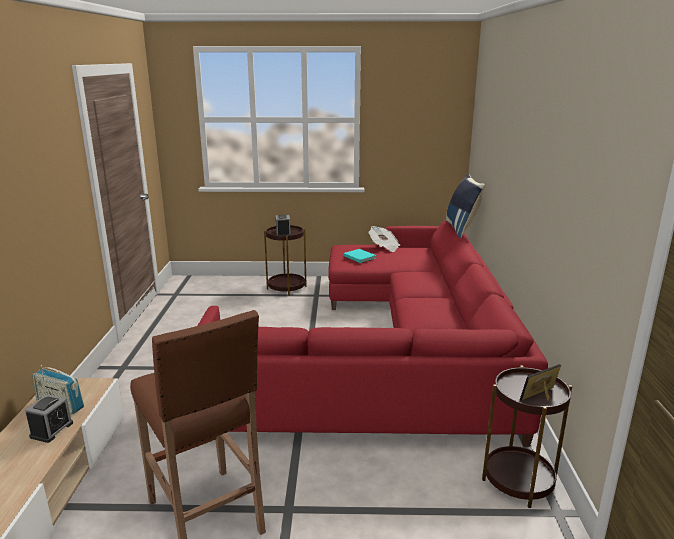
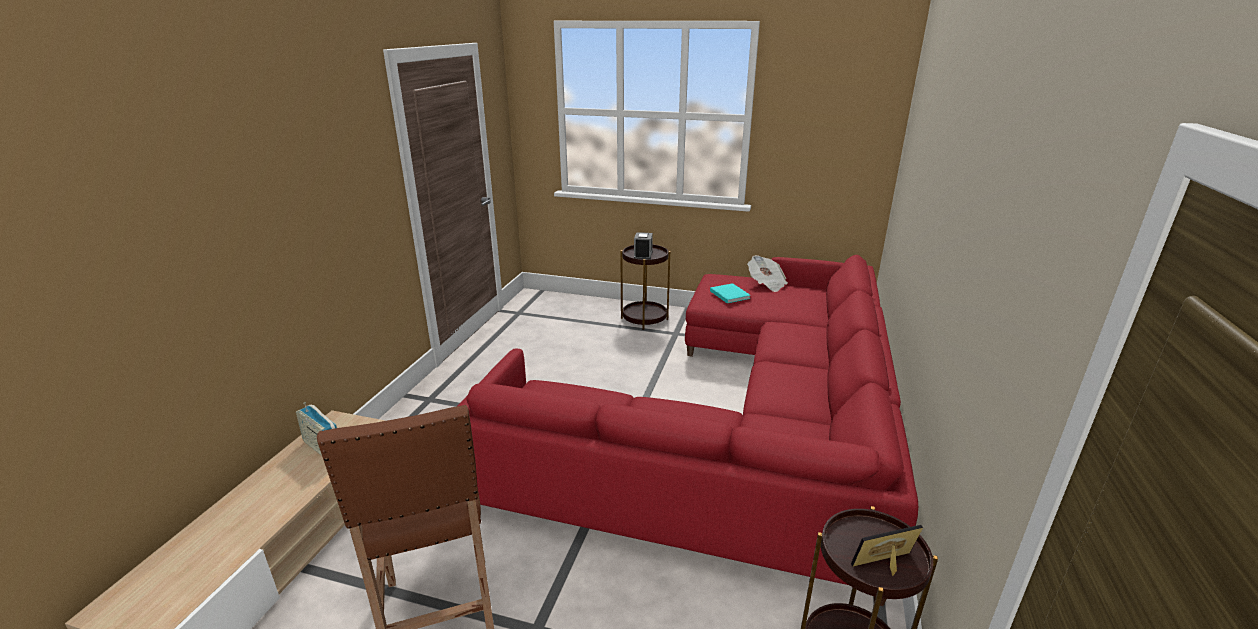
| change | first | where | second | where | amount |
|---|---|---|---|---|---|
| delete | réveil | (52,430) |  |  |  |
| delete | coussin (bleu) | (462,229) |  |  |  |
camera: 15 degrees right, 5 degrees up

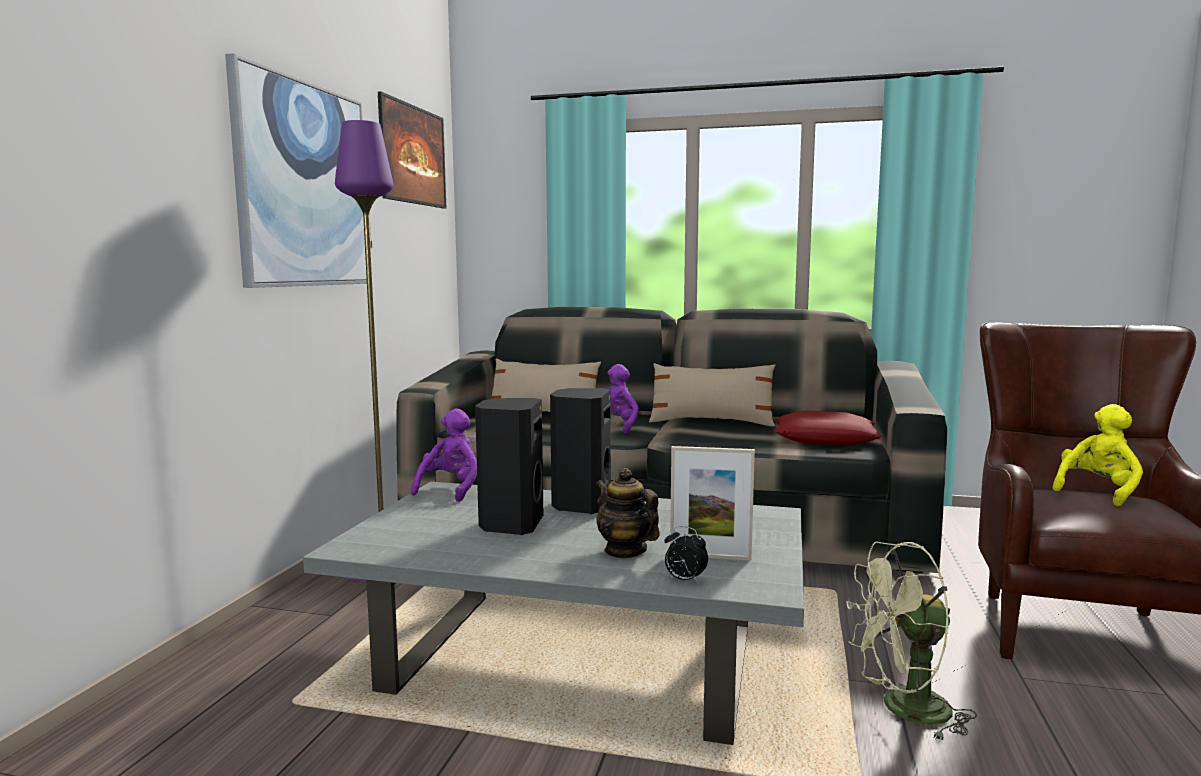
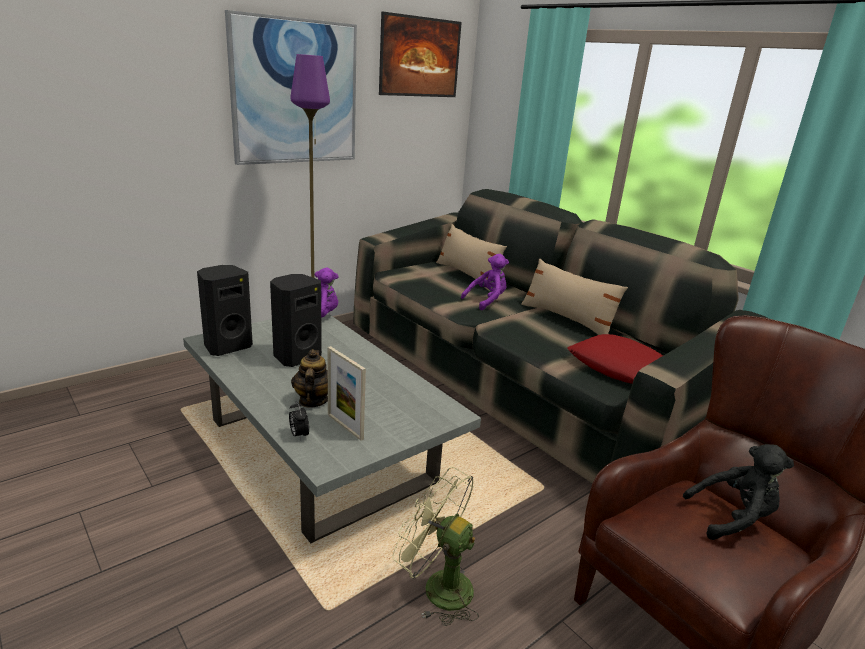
| change | first | where | second | where | amount |
|---|---|---|---|---|---|
| move | enceinte (noir) | (580,505) |  | (227,346) |  |
| recolor | peluche (jaune) | (1097,492) | peluche (noir) | (732,518) |  |
camera: 35 degrees right, 15 degrees up

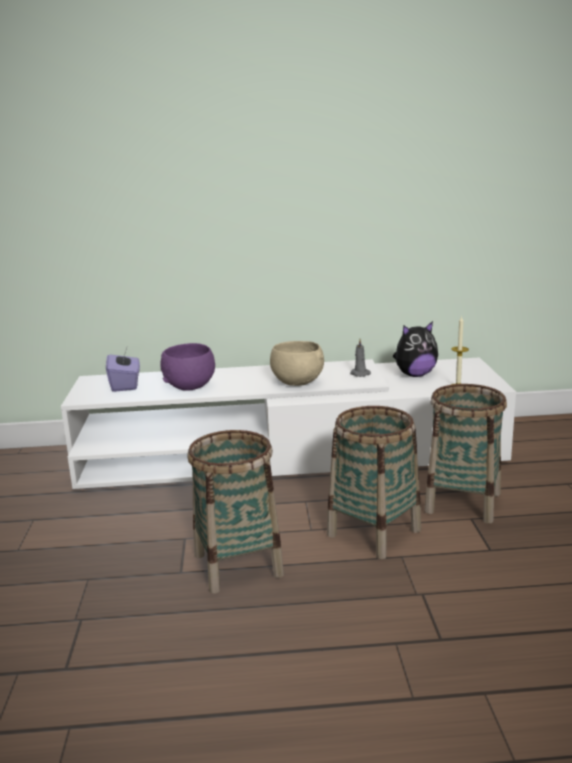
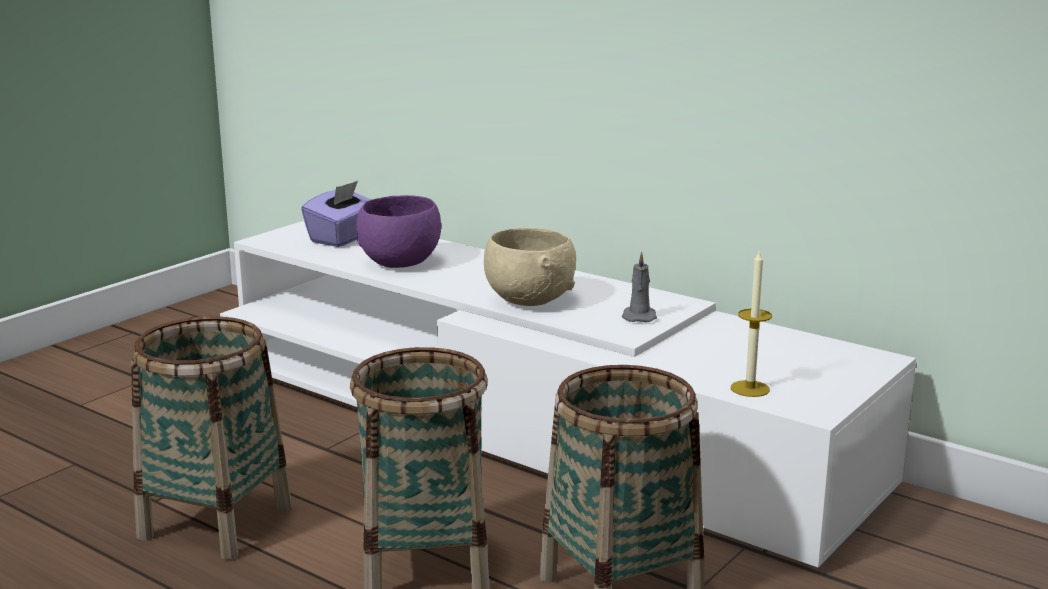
| change | first | where | second | where | amount |
|---|---|---|---|---|---|
| delete | peluche | (414,375) |  |  |  |
camera: 40 degrees right, 0 degrees up

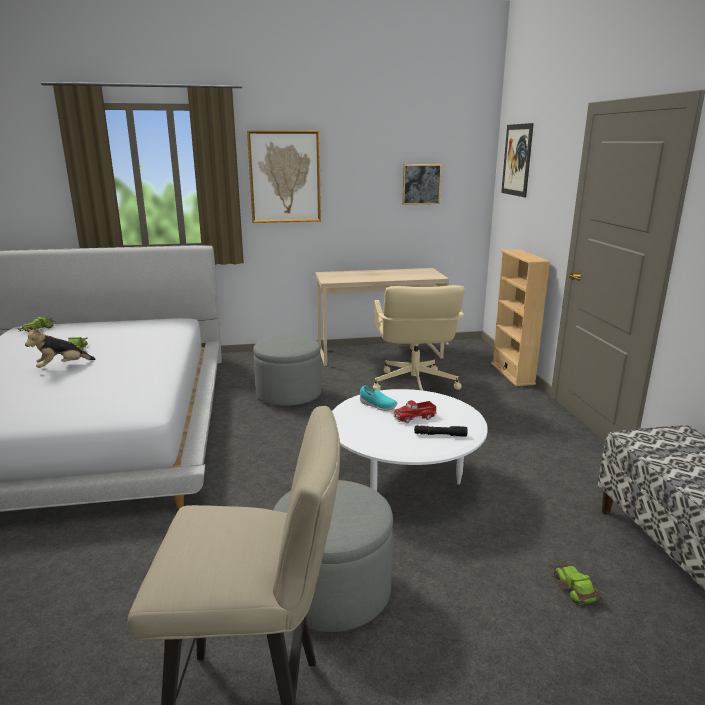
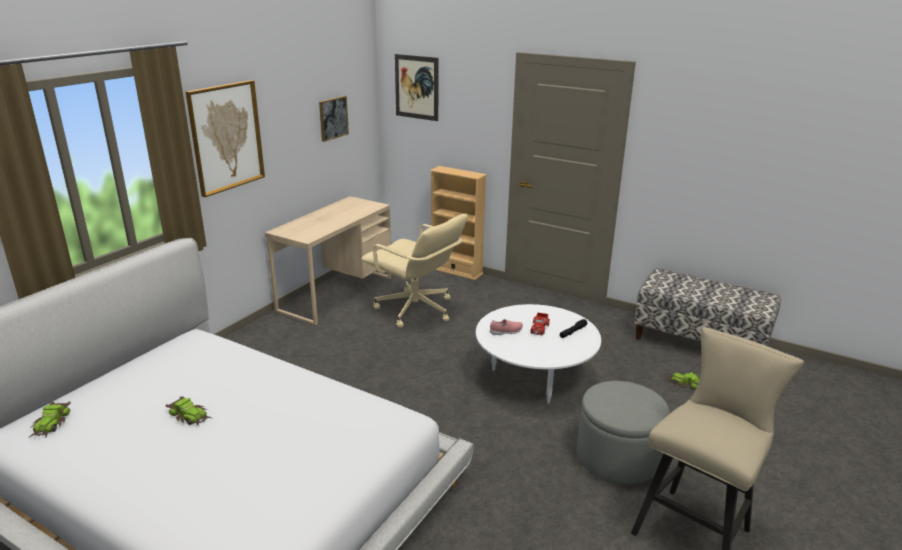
| change | first | where | second | where | amount |
|---|---|---|---|---|---|
| recolor | chaussure (turquoise) | (377,406) | chaussure (rose) | (506,332) |  |
| delete | peluche | (62,367) |  |  |  |
| delete | pouf (gris) | (289,394) |  |  |  |
camera: 50 degrees left, 5 degrees up

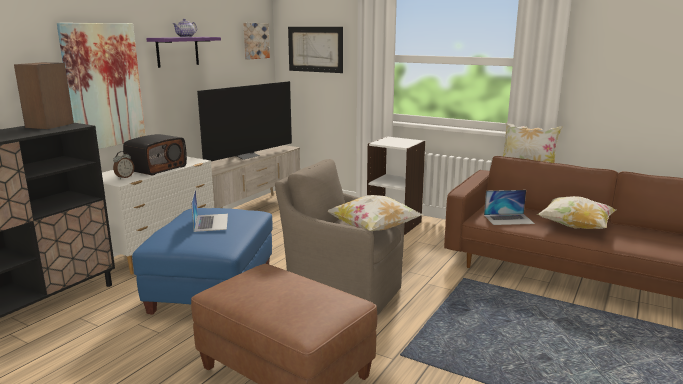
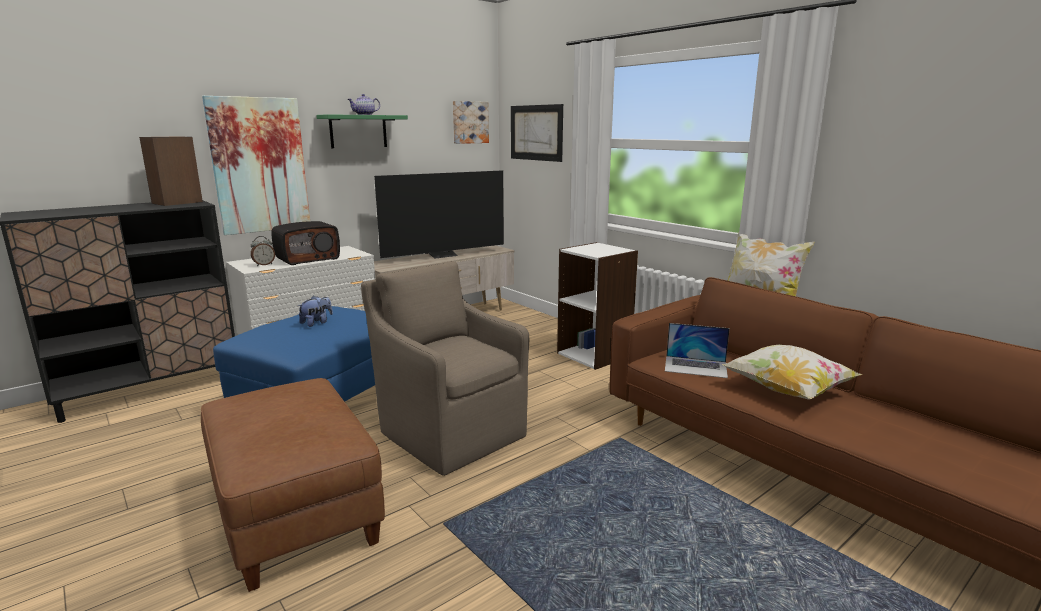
| change | first | where | second | where | amount |
|---|---|---|---|---|---|
| replace | ordinateur portable | (211,222) | peluche | (317,323) |  |
| recolor | étagère (violet) | (177,51) | étagère (vert) | (358,131) |  |
| delete | coussin | (374,229) |  |  |  |
camera: 20 degrees right, 0 degrees up

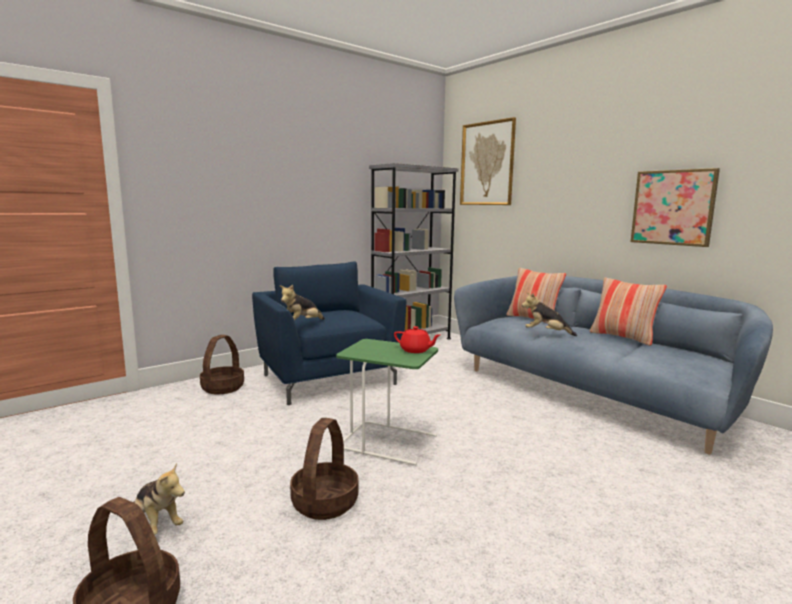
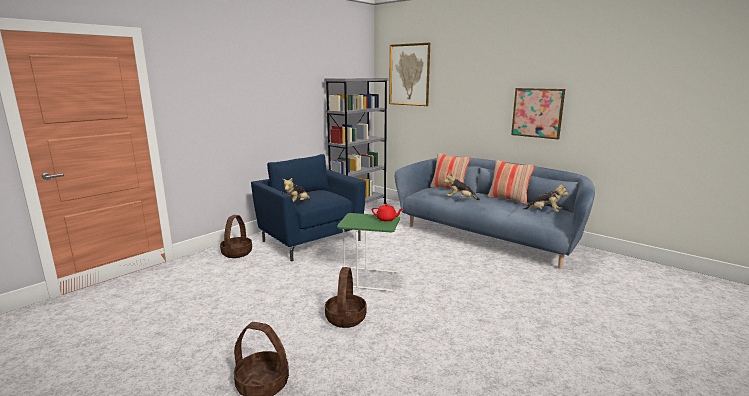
| change | first | where | second | where | amount |
|---|---|---|---|---|---|
| move | peluche | (156,524) |  | (544,212) |  |
camera: 10 degrees left, 5 degrees up

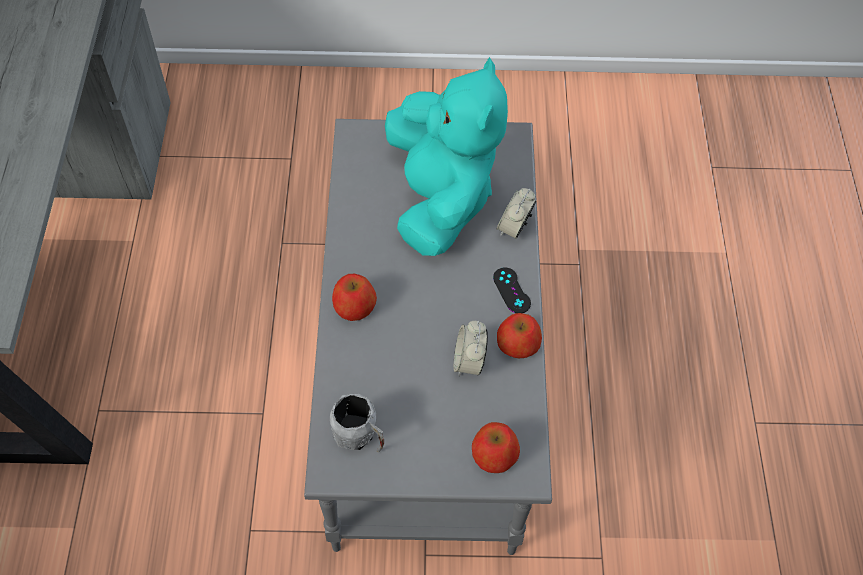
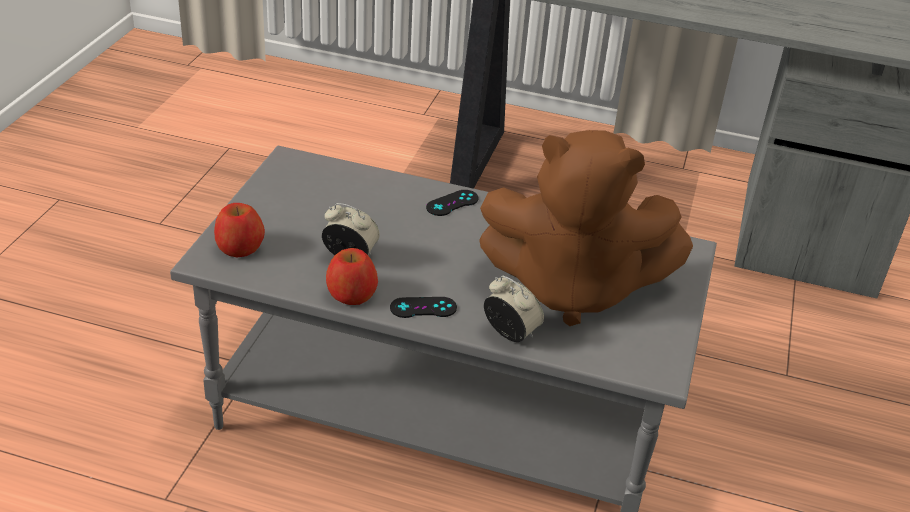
| change | first | where | second | where | amount |
|---|---|---|---|---|---|
| replace | pomme | (354,306) | manette (noir) | (452,203) |  |
| recolor | peluche (turquoise) | (440,199) | peluche (marron) | (572,287) |  |
| delete | mug (gris) | (360,437) |  |  |  |
camera: 105 degrees right, 20 degrees down

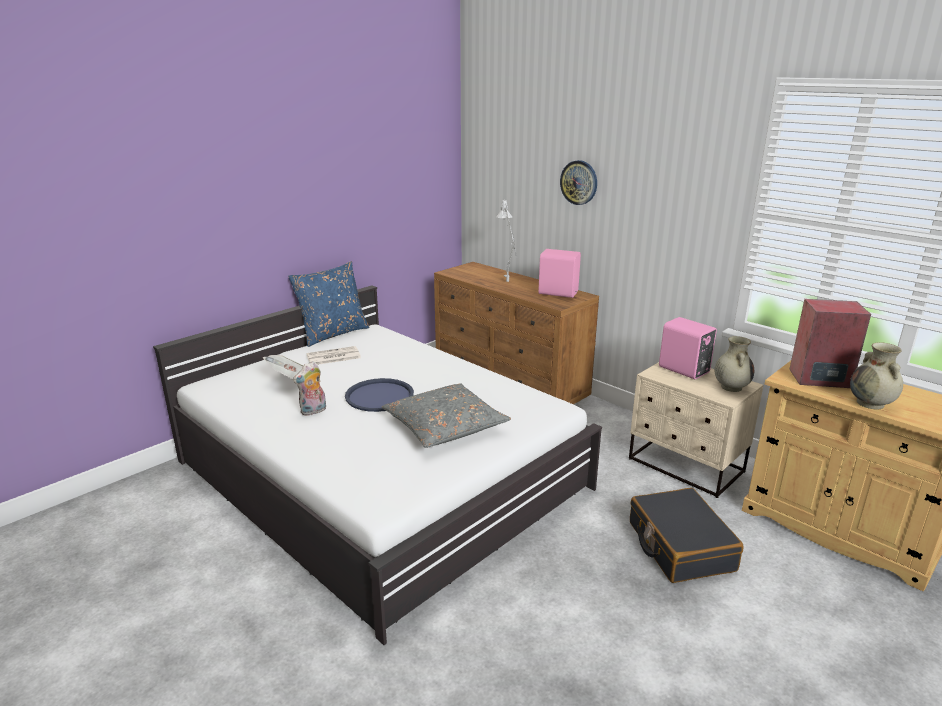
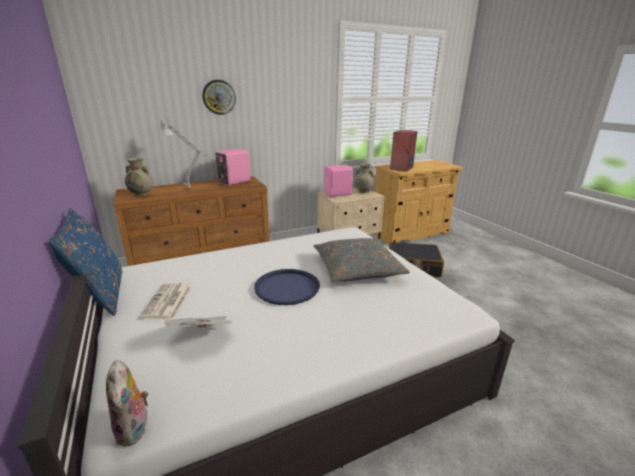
| change | first | where | second | where | amount |
|---|---|---|---|---|---|
| move | peluche | (313,411) |  | (135,429) |  |
| move | vase (beige) | (871,404) |  | (142,194) |  |
camera: 70 degrees left, 0 degrees up

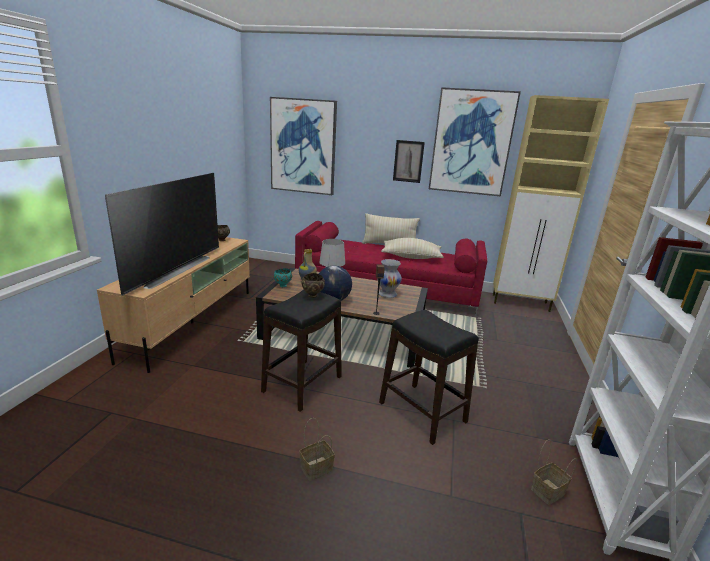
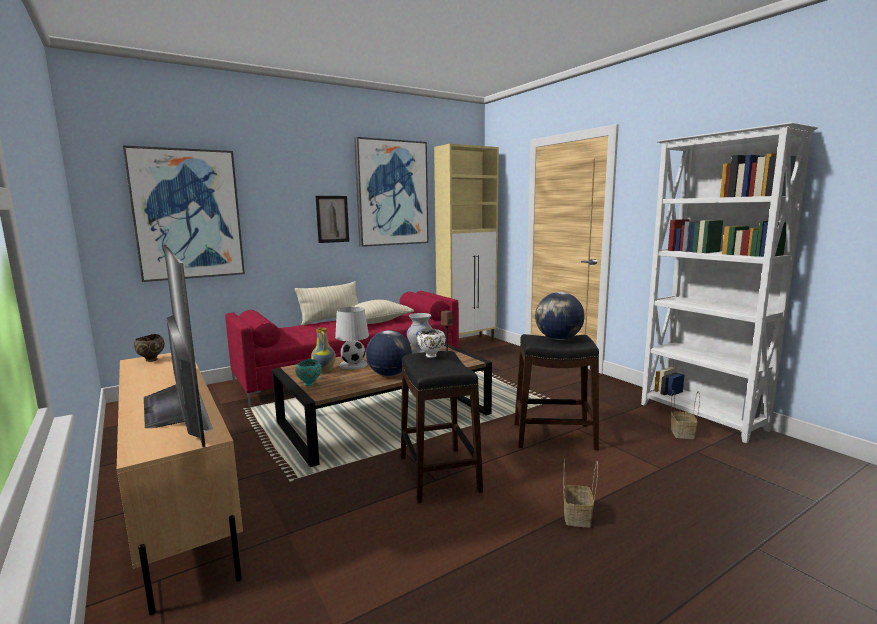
| change | first | where | second | where | amount |
|---|---|---|---|---|---|
| recolor | bol (marron) | (312,296) | bol (blanc) | (432,356) |  |
| insert |  |  | globe | (558,339) |  |
camera: 45 degrees left, 10 degrees down

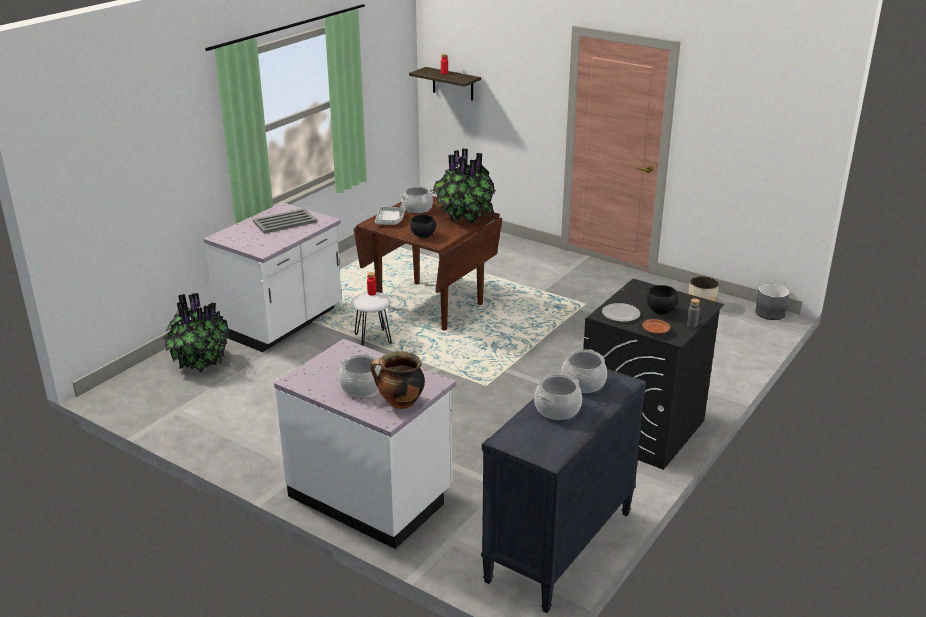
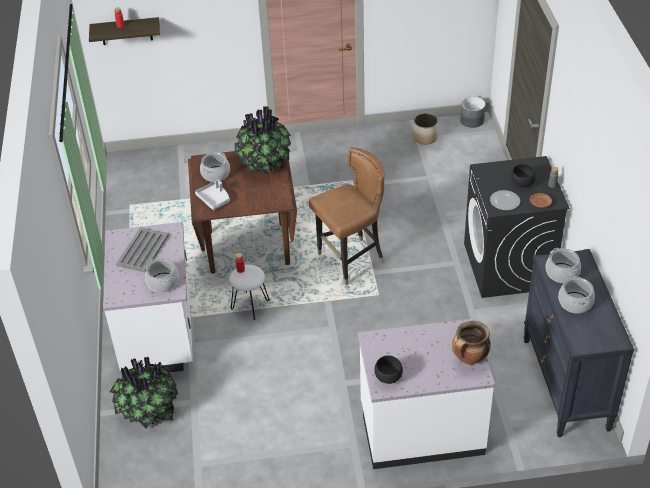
| change | first | where | second | where | amount |
|---|---|---|---|---|---|
| move | marmite | (361,387) |  | (162,282) |  |
| insert |  |  | chaise (marron) | (351,261) |  |
| move | bol (noir) | (423,236) |  | (389,378) |  |
camera: 40 degrees left, 15 degrees up

